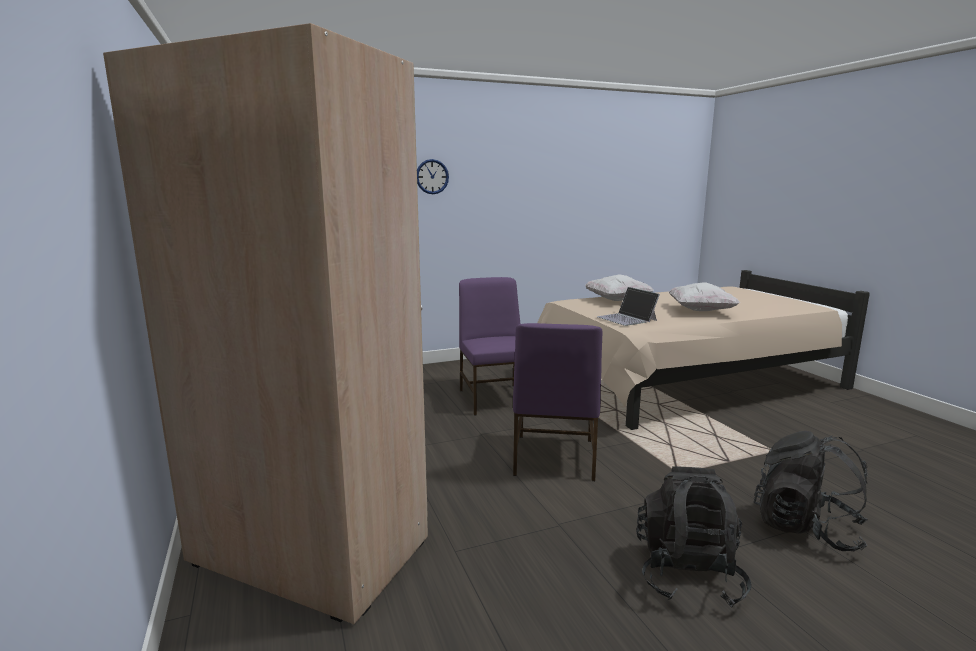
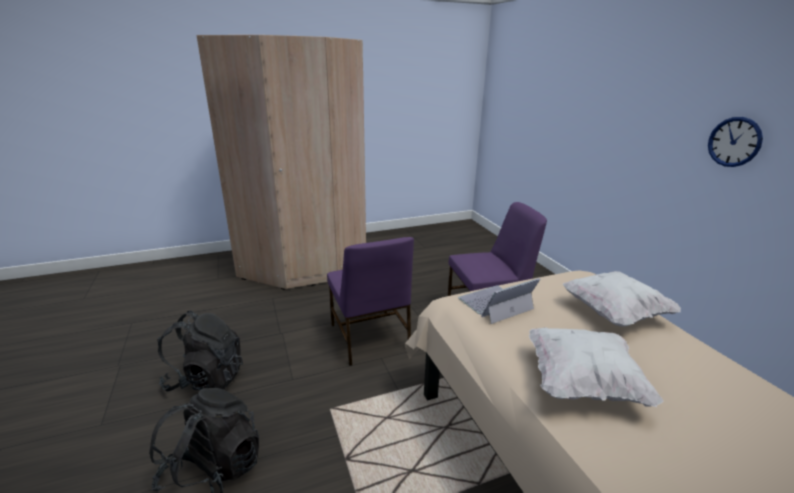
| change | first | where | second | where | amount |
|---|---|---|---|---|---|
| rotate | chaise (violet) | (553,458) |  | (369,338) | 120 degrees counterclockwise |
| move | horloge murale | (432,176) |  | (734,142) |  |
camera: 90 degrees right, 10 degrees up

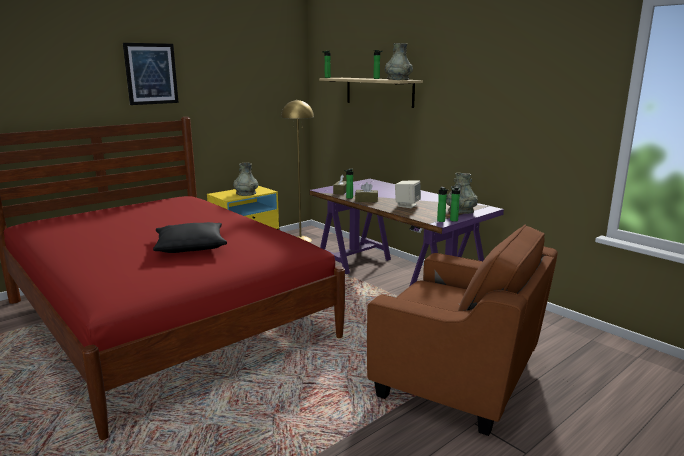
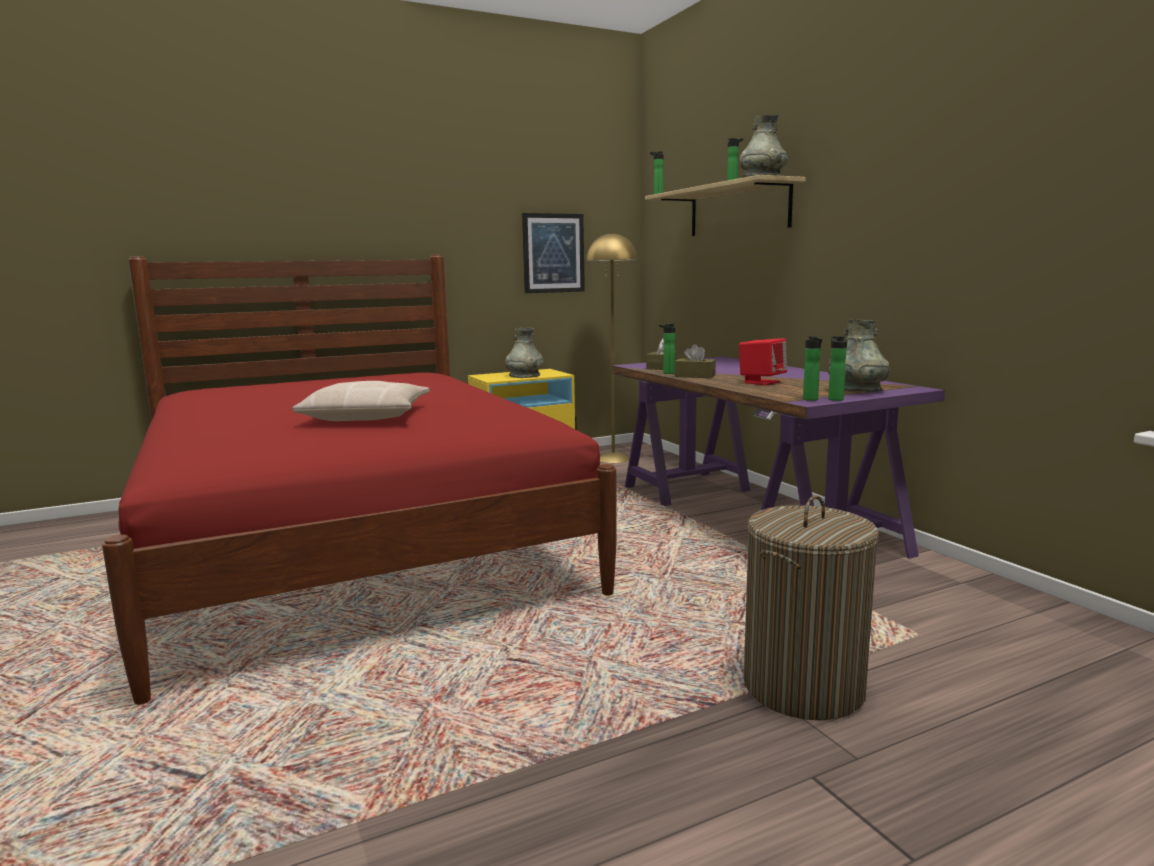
| change | first | where | second | where | amount |
|---|---|---|---|---|---|
| recolor | coussin (noir) | (190,245) | coussin (beige) | (367,415) |  |
| move | tableau | (151,74) |  | (553,253) |  |
| recolor | enceinte (beige) | (407,205) | enceinte (rouge) | (761,382) |  |
| replace | fauteuil (marron) | (457,379) | panier à linge | (803,687) |  |
camera: 15 degrees right, 5 degrees down

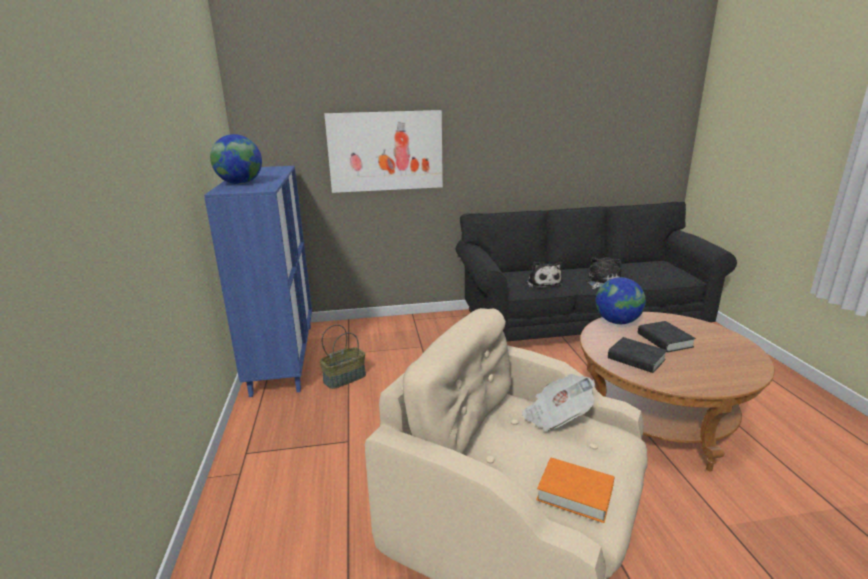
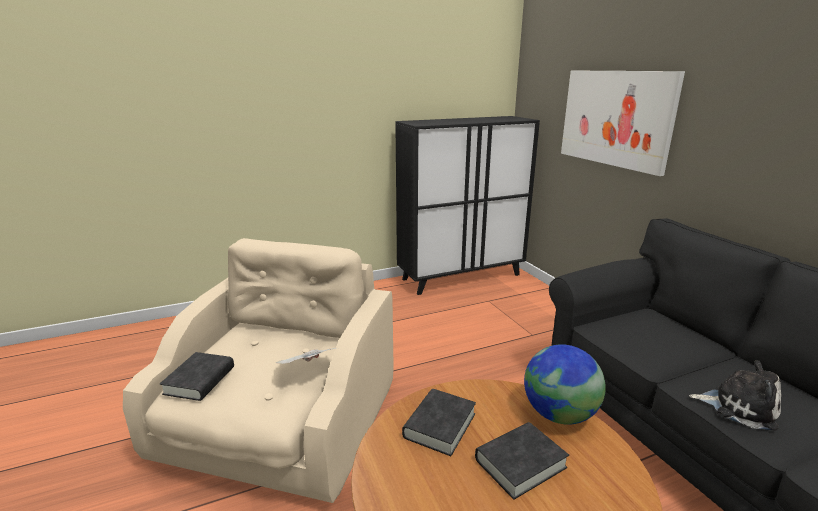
| change | first | where | second | where | amount |
|---|---|---|---|---|---|
| recolor | livre (orange) | (575,493) | livre (noir) | (200,380) |  |
| recolor | meuble de rangement (bleu) | (283,357) | meuble de rangement (noir) | (461,277) |  |
| delete | globe | (240,183) |  |  |  |
| delete | panier | (344,378) |  |  |  |
| delete | peluche | (542,283) |  |  |  |
camera: 75 degrees right, 0 degrees up

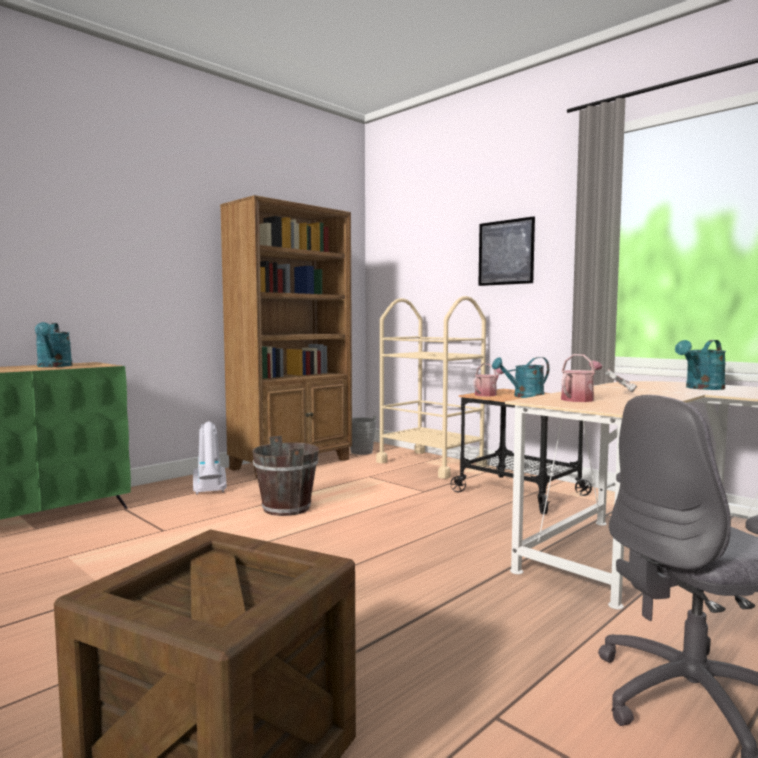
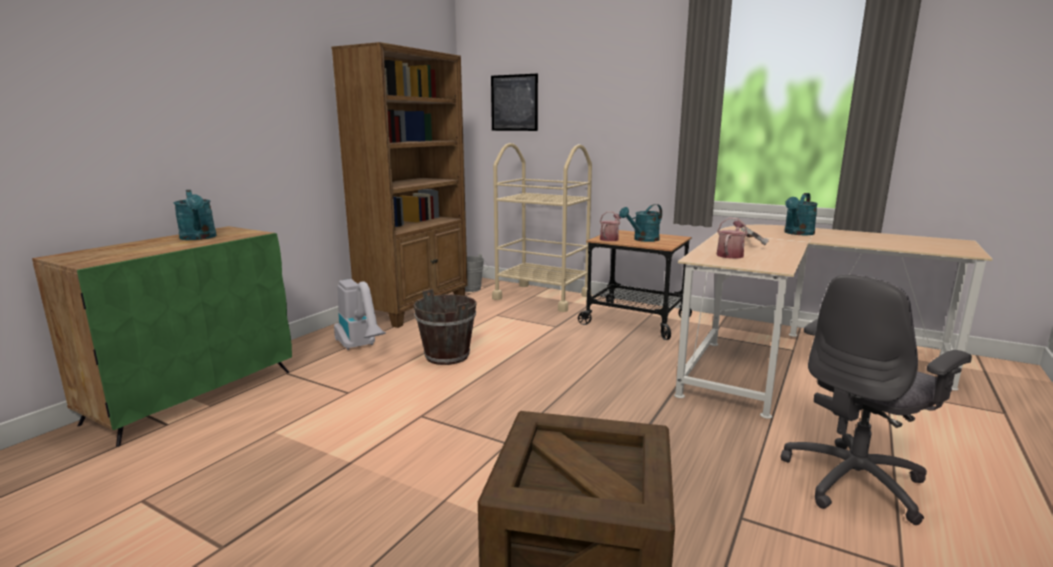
| change | first | where | second | where | amount |
|---|---|---|---|---|---|
| move | tableau | (506,252) |  | (514,103) |  |
camera: 15 degrees left, 10 degrees up

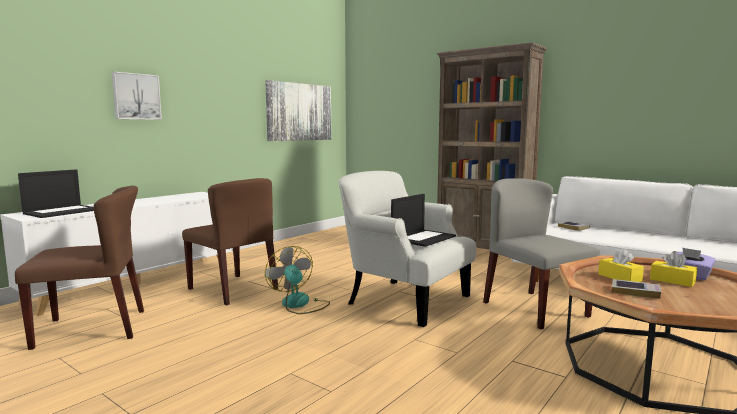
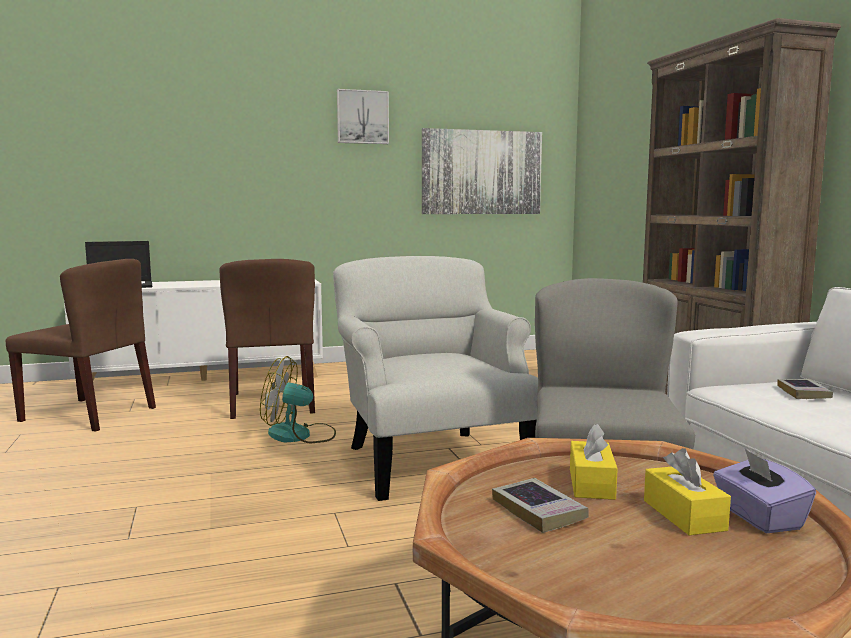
| change | first | where | second | where | amount |
|---|---|---|---|---|---|
| rotate | ventilateur | (299,304) |  | (299,435) | 90 degrees counterclockwise |
| move | tableau | (136,96) |  | (362,117) |  |
| delete | ordinateur portable | (423,238) |  |  |  |
camera: 35 degrees right, 0 degrees up

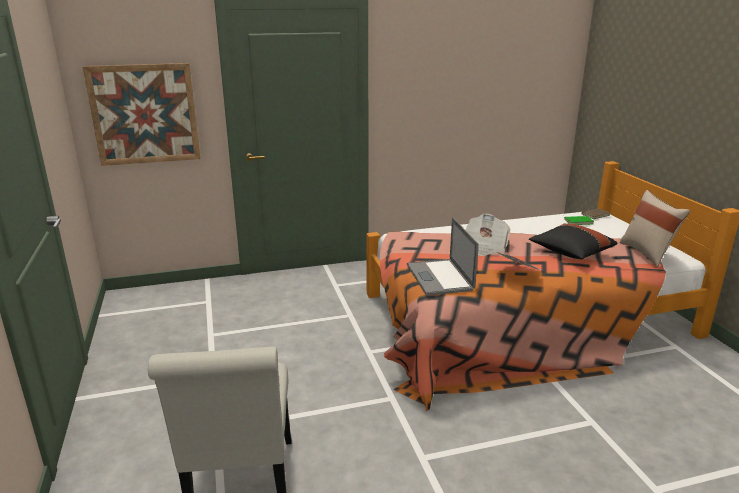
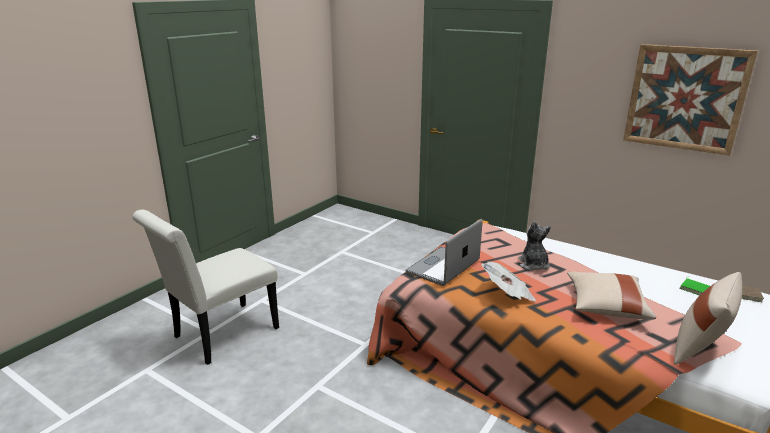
| change | first | where | second | where | amount |
|---|---|---|---|---|---|
| replace | journal | (485,247) | peluche | (533,265) |  |
| recolor | coussin (noir) | (570,253) | coussin (beige) | (606,306) |  |
| move | tableau | (144,114) |  | (685,98) |  |
camera: 50 degrees right, 0 degrees up

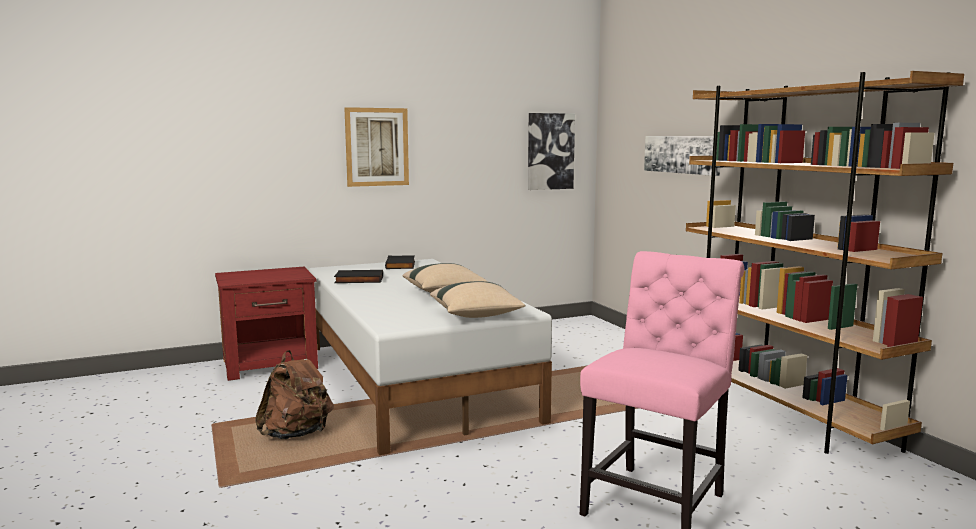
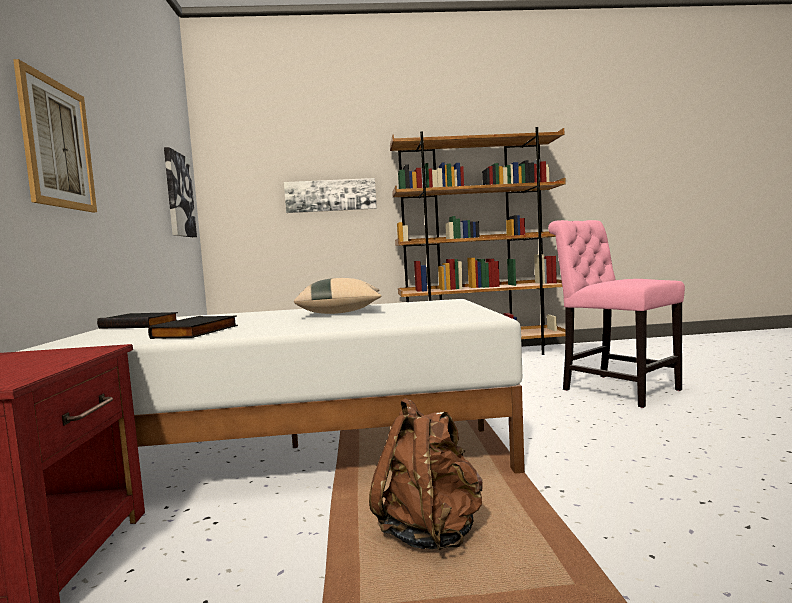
| change | first | where | second | where | amount |
|---|---|---|---|---|---|
| delete | coussin (beige) | (476,315) |  |  |  |
camera: 70 degrees left, 5 degrees down

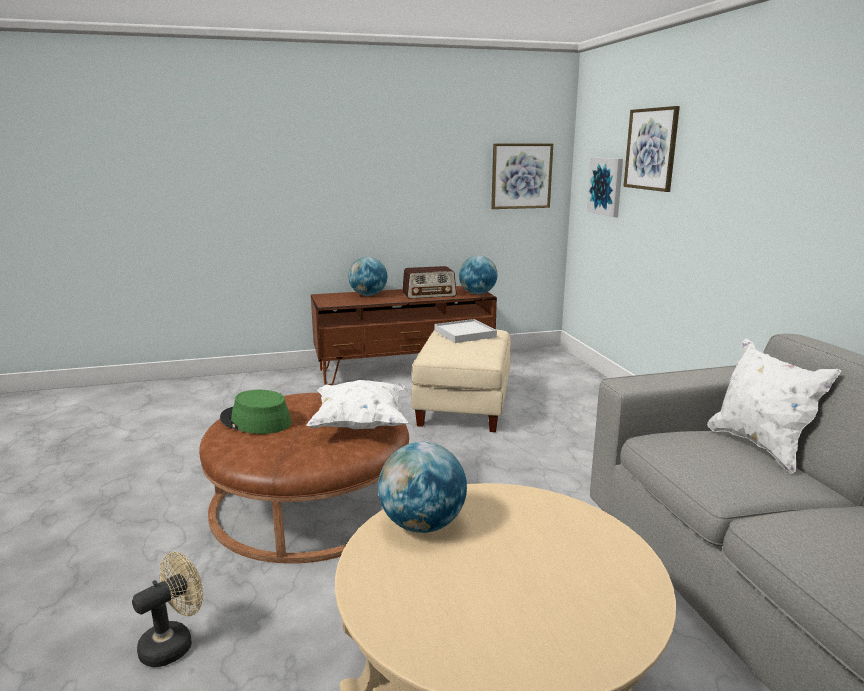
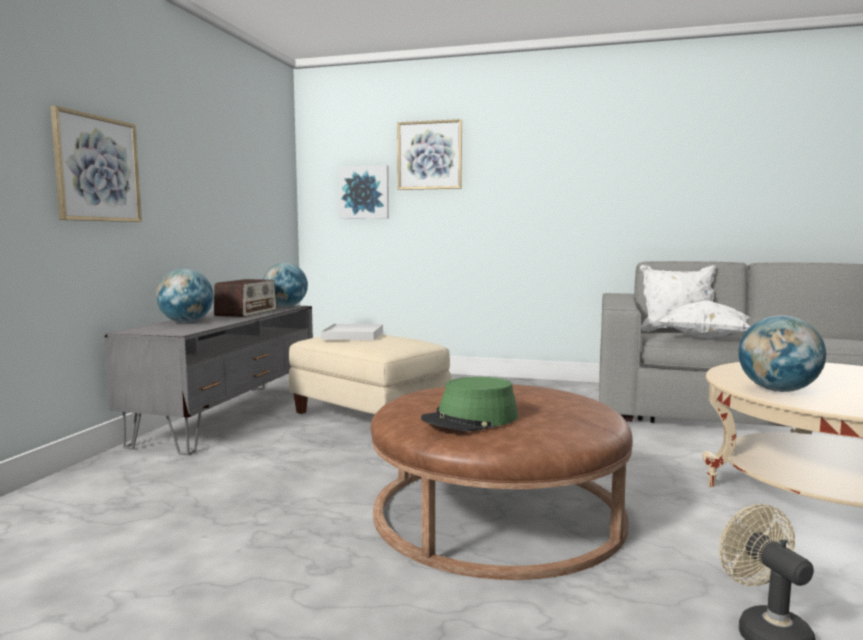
| change | first | where | second | where | amount |
|---|---|---|---|---|---|
| move | tableau | (521,176) |  | (97,169) |  |
| recolor | meuble télé (marron) | (404,370) | meuble télé (gris) | (229,416) |  |
| move | coussin (blanc) | (360,424) |  | (703,338) |  |
camera: 60 degrees left, 10 degrees down

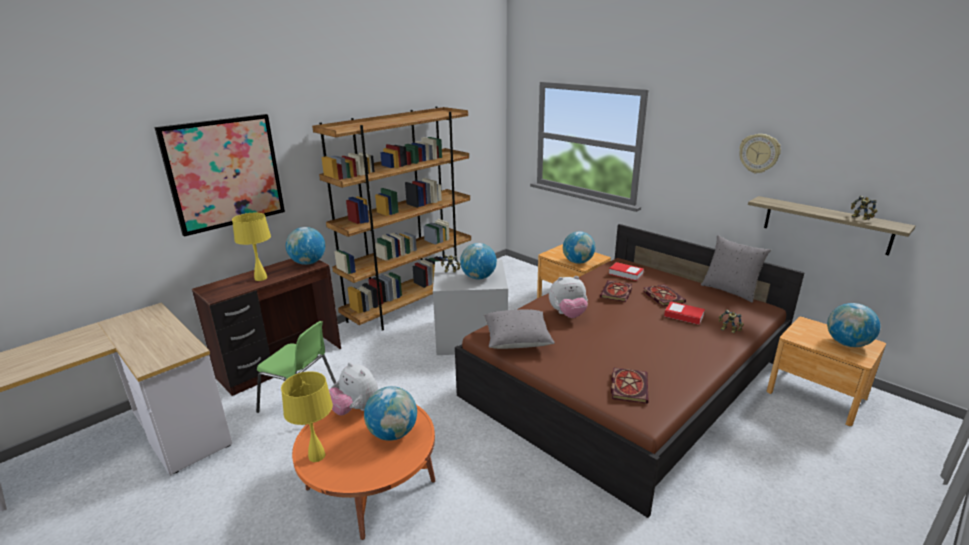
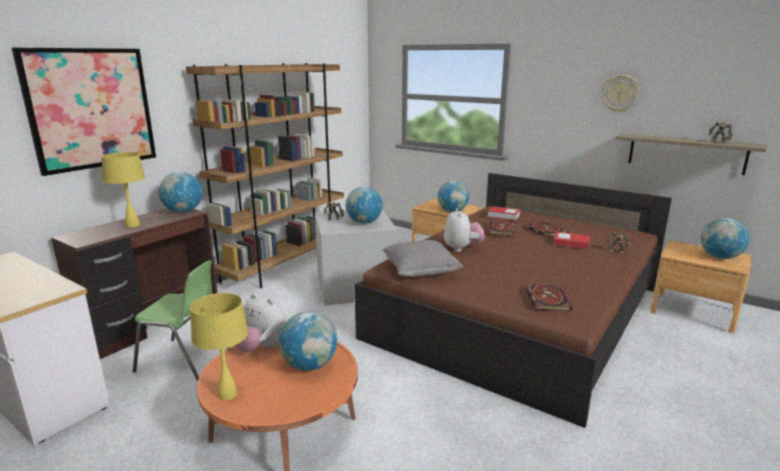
| change | first | where | second | where | amount |
|---|---|---|---|---|---|
| rotate | peluche | (568,315) |  | (462,248) | 75 degrees counterclockwise |
| delete | coussin (gris) | (729,291) |  |  |  |
camera: 10 degrees left, 5 degrees down

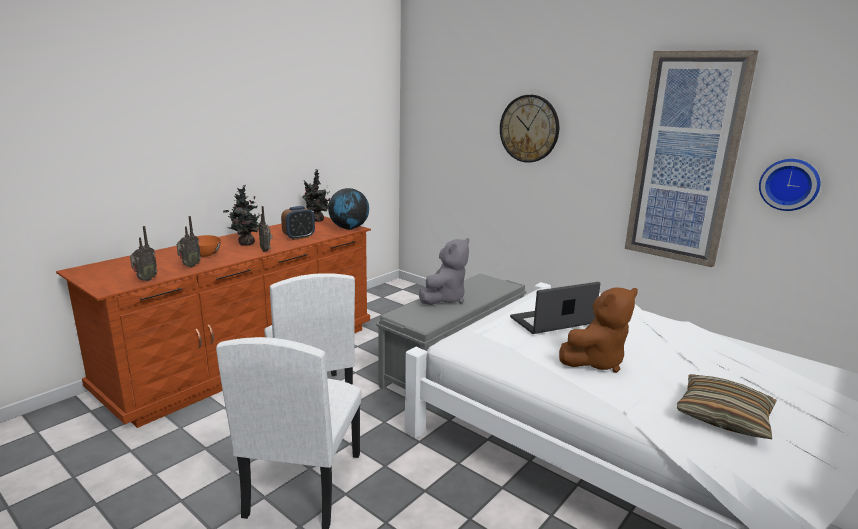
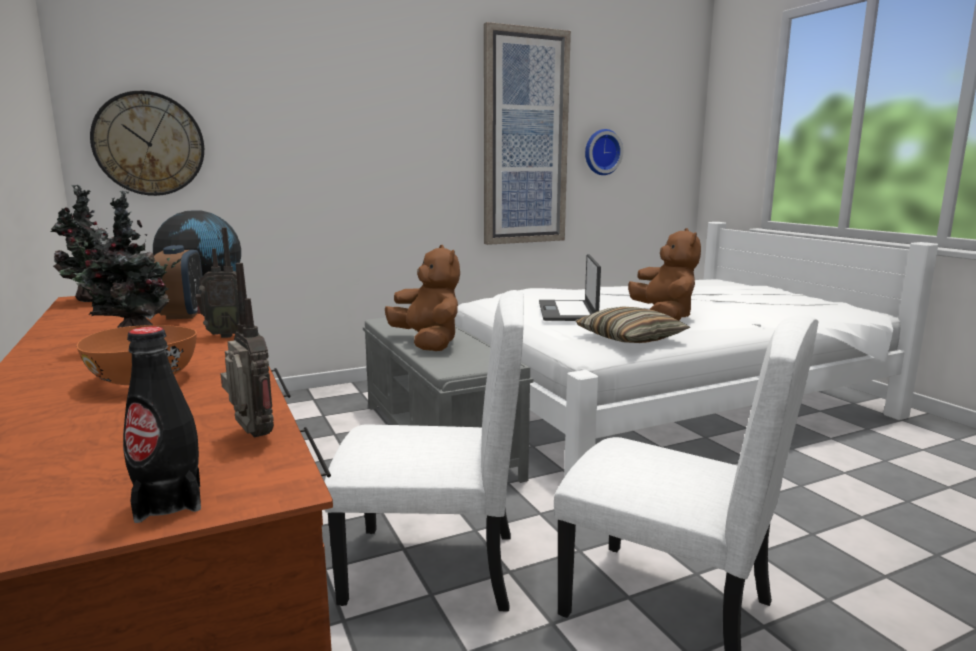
| change | first | where | second | where | amount |
|---|---|---|---|---|---|
| move | horloge murale | (529,128) |  | (149,144) |  |
| insert |  |  | bouteille (noir) | (168,502) |  |
| recolor | peluche (gris) | (444,299) | peluche (marron) | (428,343) |  |
| move | coussin | (723,416) |  | (630,338) |  |
| delete | radio | (189,266) |  |  |  |
camera: 65 degrees left, 5 degrees down

